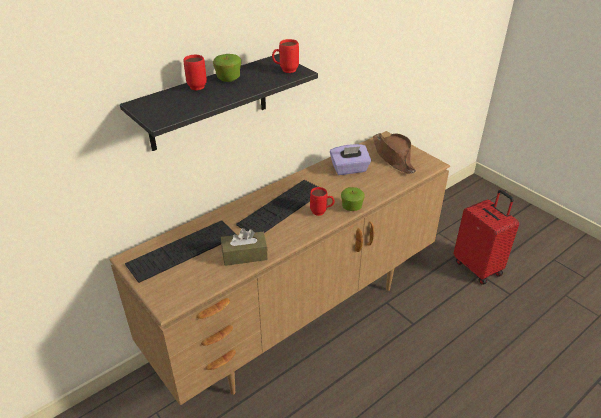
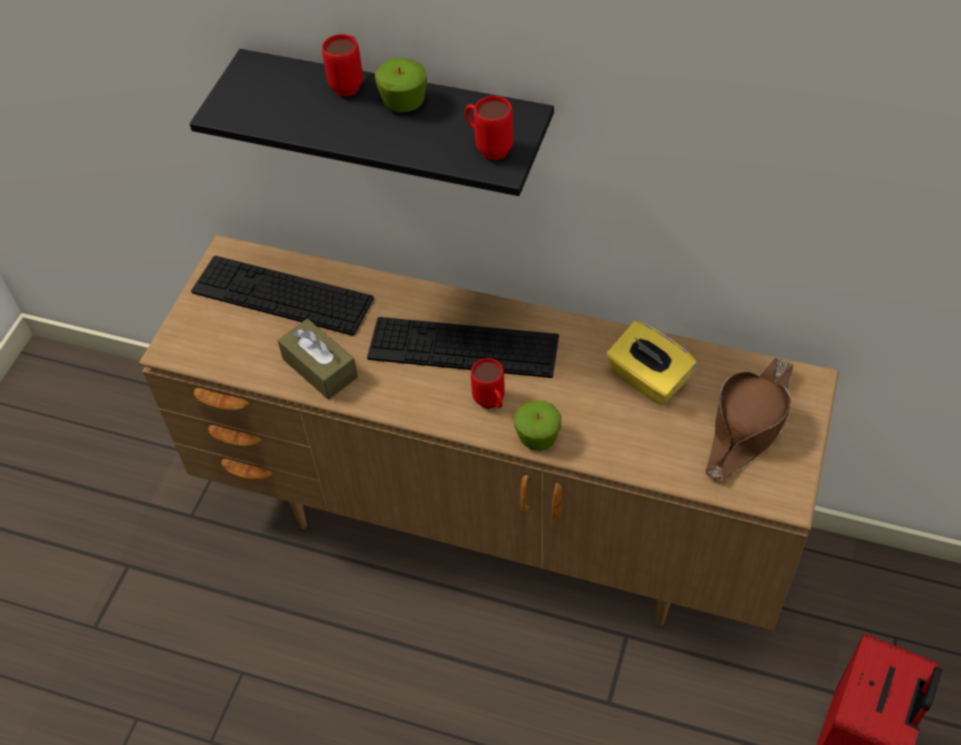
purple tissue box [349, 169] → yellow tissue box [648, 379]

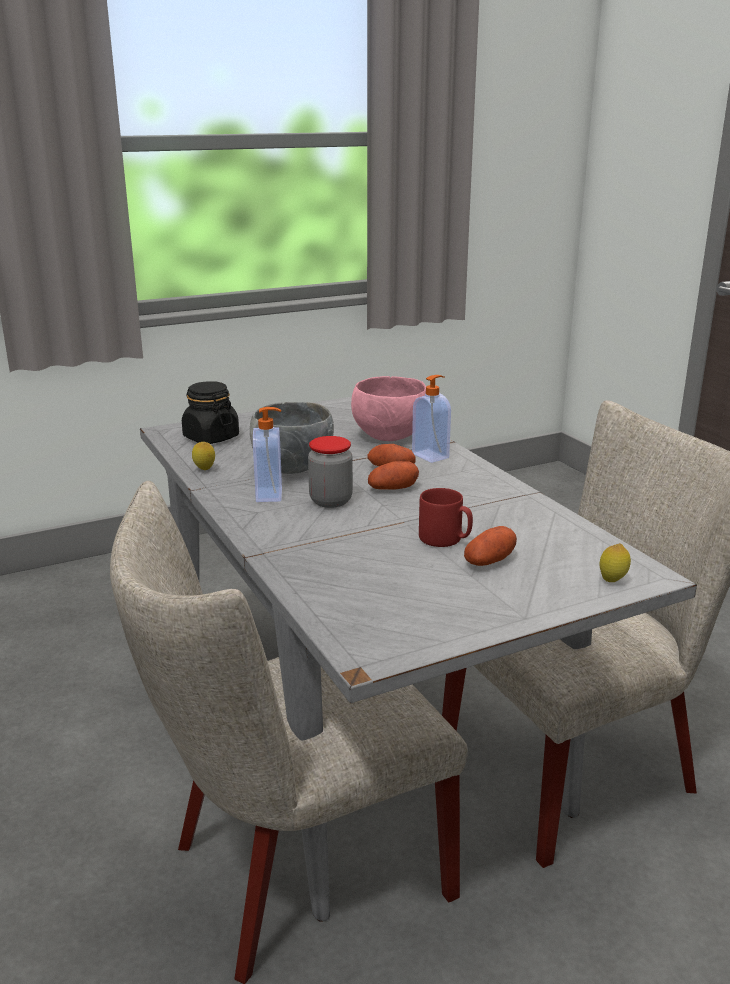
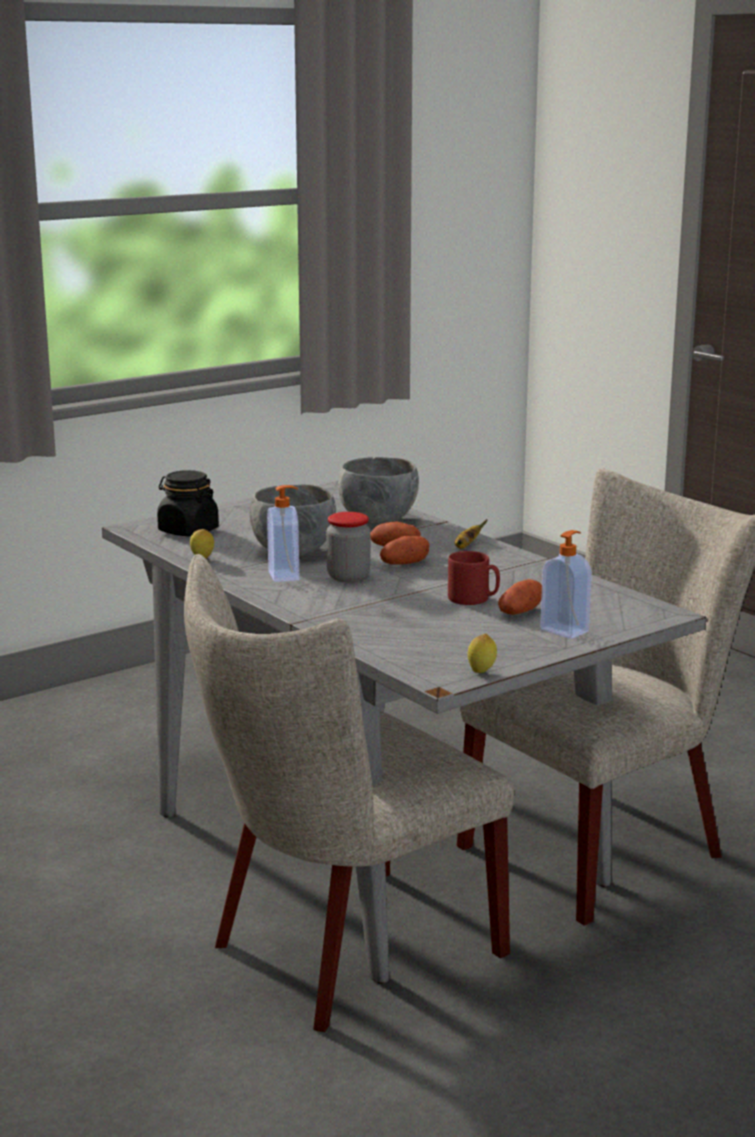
- → banana [466, 547]
soap dispenser [431, 456] → soap dispenser [565, 630], relocated
lemon [612, 581] → lemon [481, 672], relocated
pink bowl [388, 436] → grey bowl [377, 520]

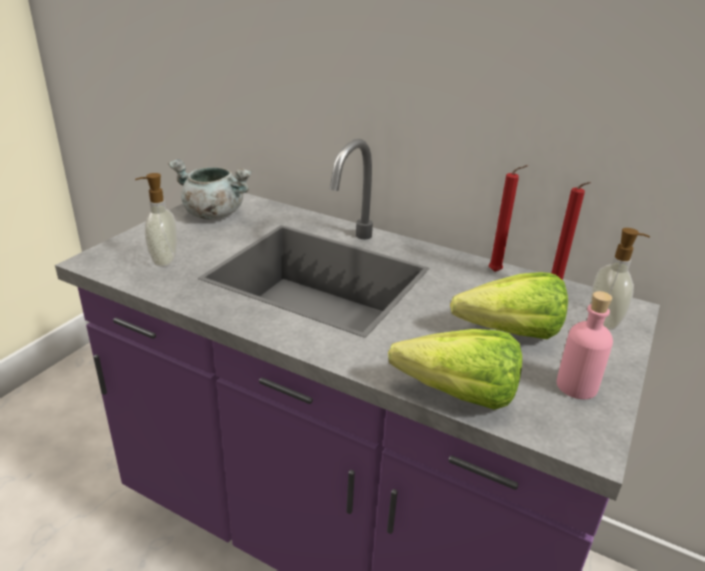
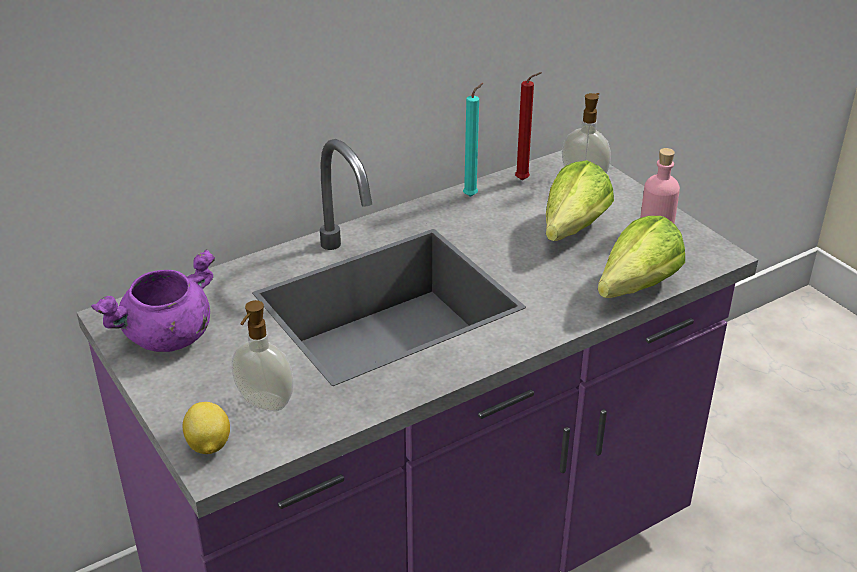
- → lemon [208, 446]
grey cooking pot [212, 214] → purple cooking pot [167, 337]
red candle [497, 272] → turquoise candle [472, 195]

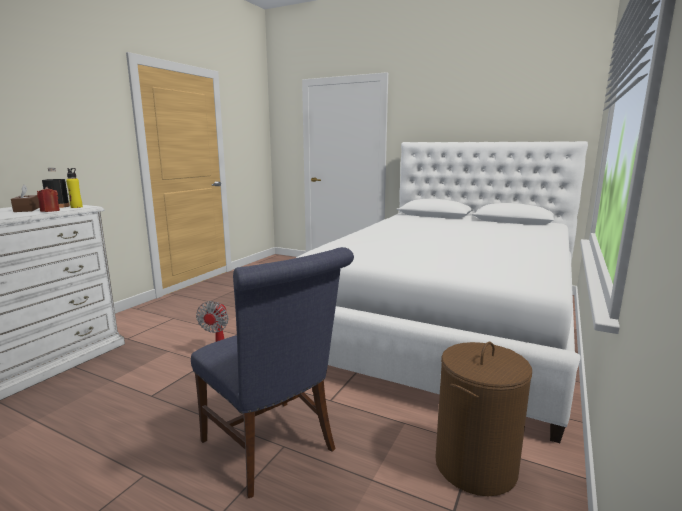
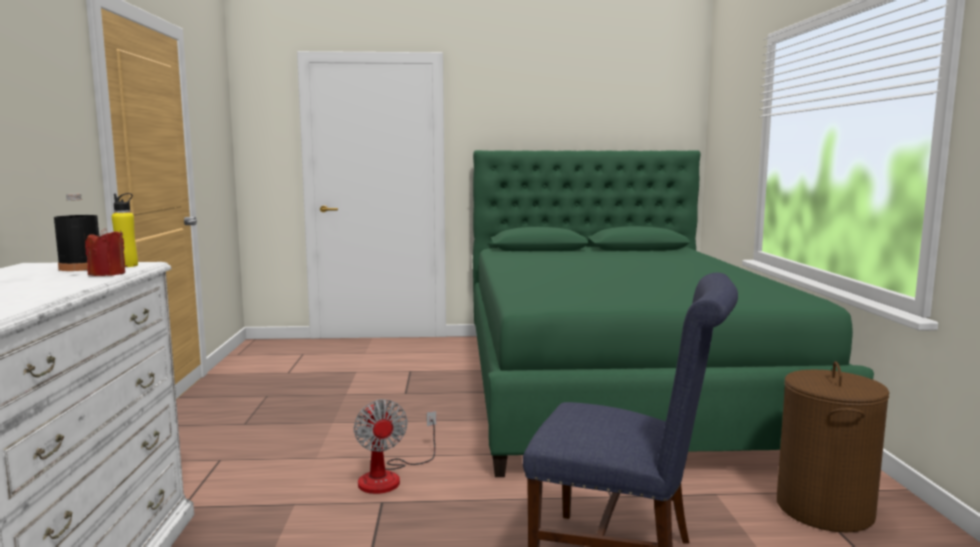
brown tissue box [27, 209] → -
white bed [449, 323] → green bed [617, 385]

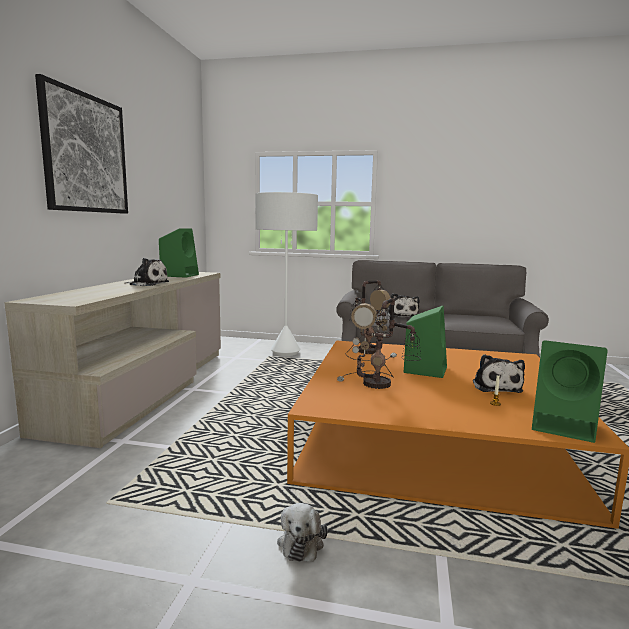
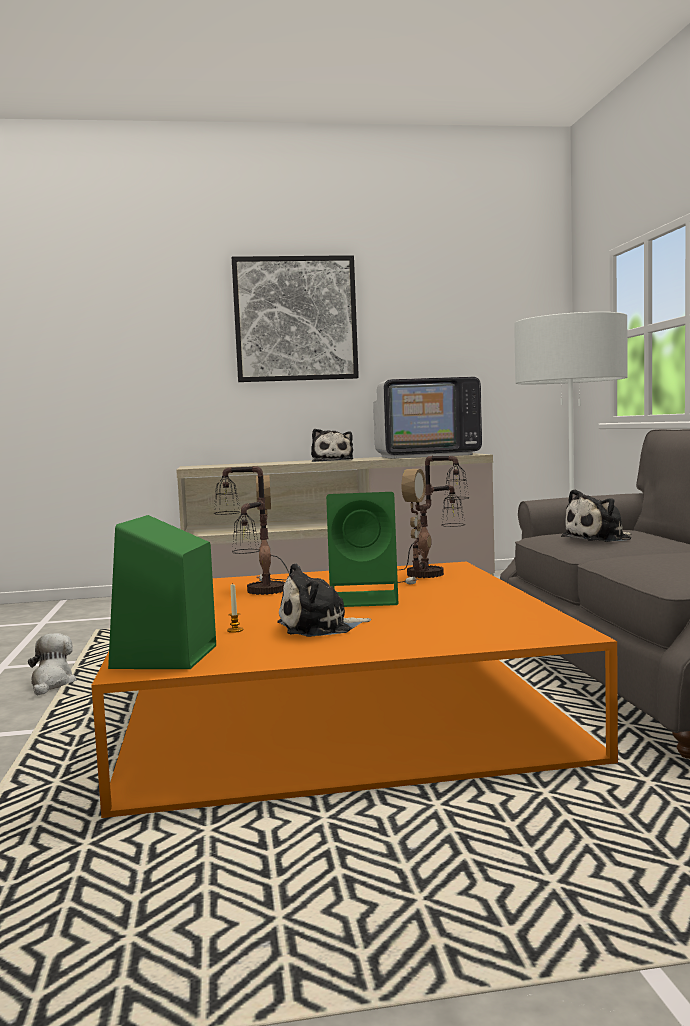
green speaker [180, 275] → television [427, 456]
plush toy [301, 542] → plush toy [52, 684], 105 degrees clockwise

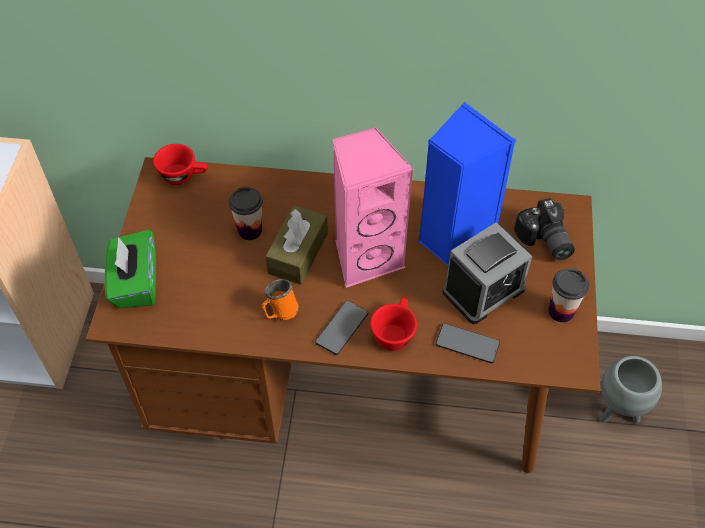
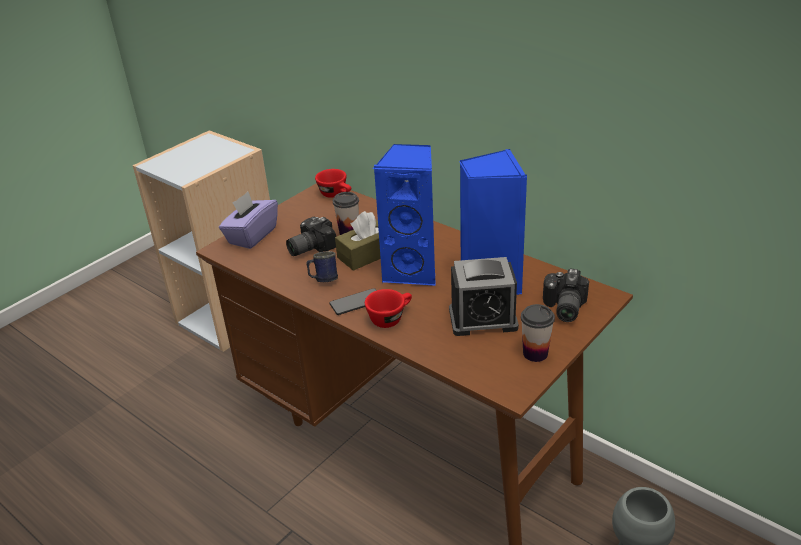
phone [467, 344] → -
- → photo camera [309, 247]
green tissue box [136, 283] → purple tissue box [252, 235]
orange mug [279, 312] → blue mug [323, 280]
pink speaker [365, 256] → blue speaker [413, 271]

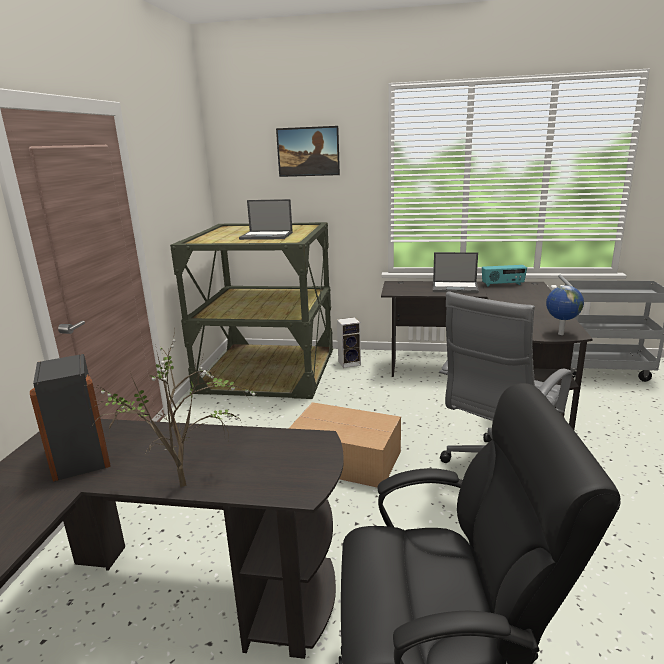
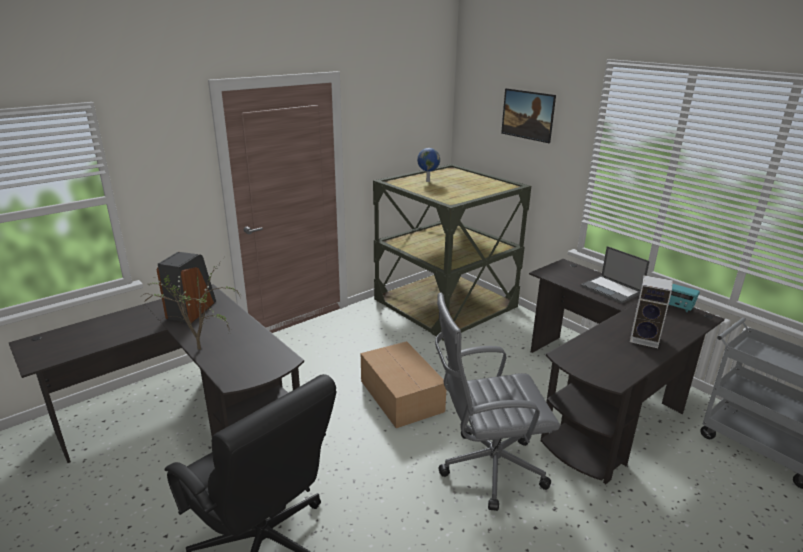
laptop [267, 236] → -
speaker [350, 363] → speaker [645, 339], relocated
globe [560, 334] → globe [427, 181], relocated

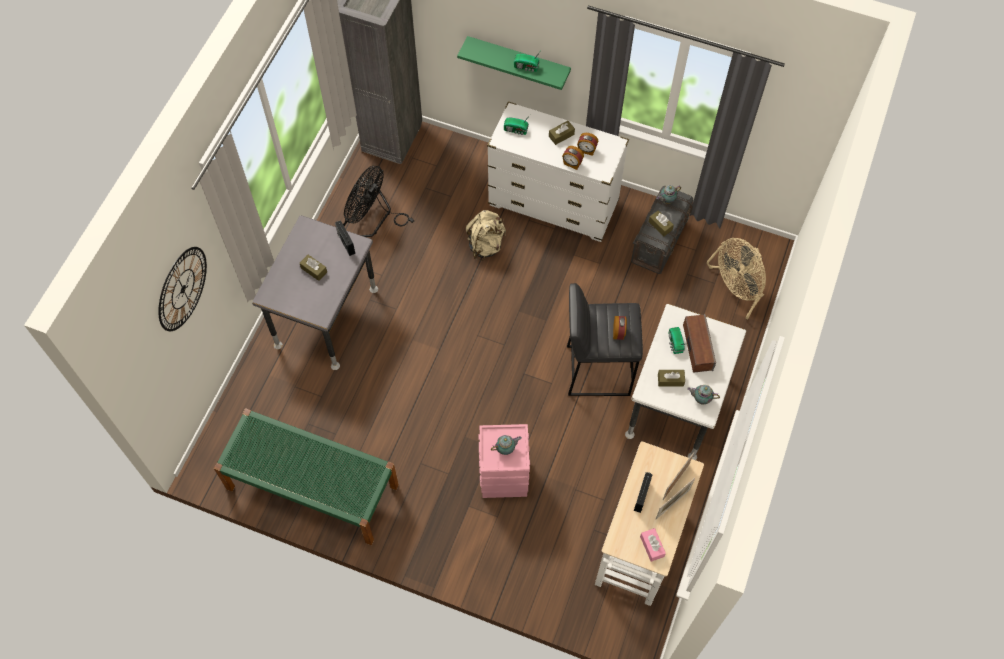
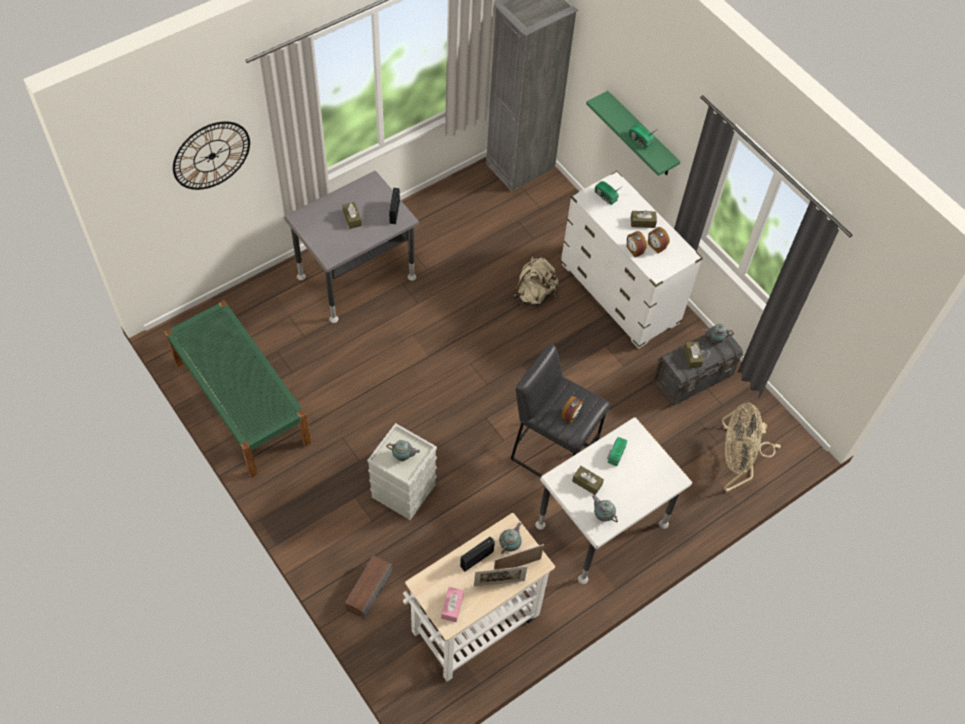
black fan [375, 217] → -
- → teapot [510, 545]
speaker [697, 347] → speaker [368, 590], relocated
pink storage box [503, 476] → grey storage box [402, 491]

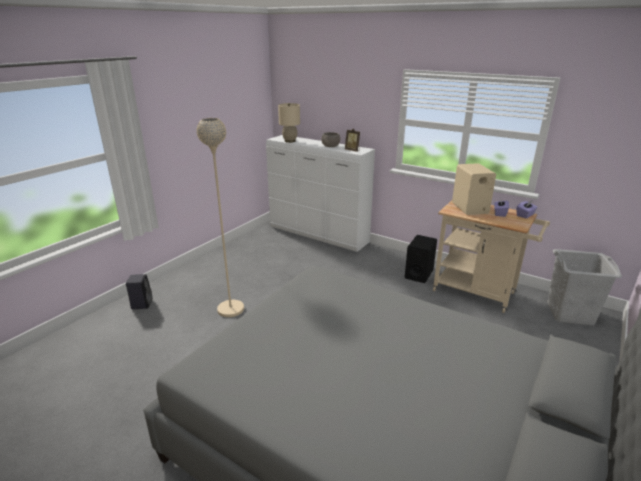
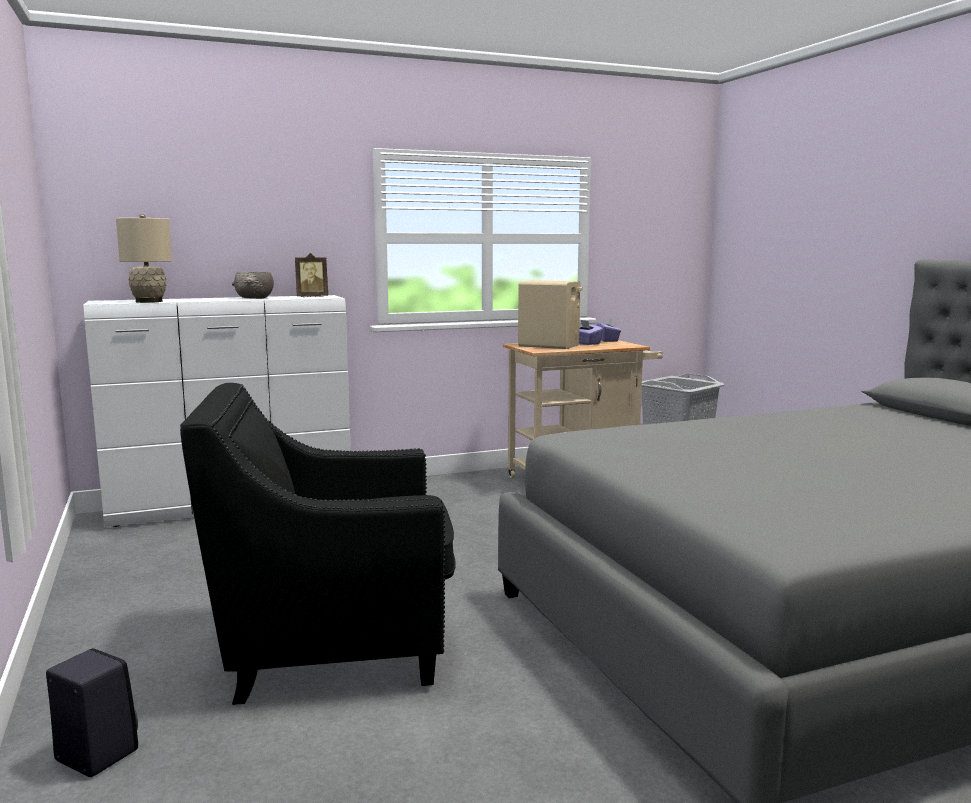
black speaker [419, 274] → -
beige floor lamp [230, 309] → black armchair [332, 644]

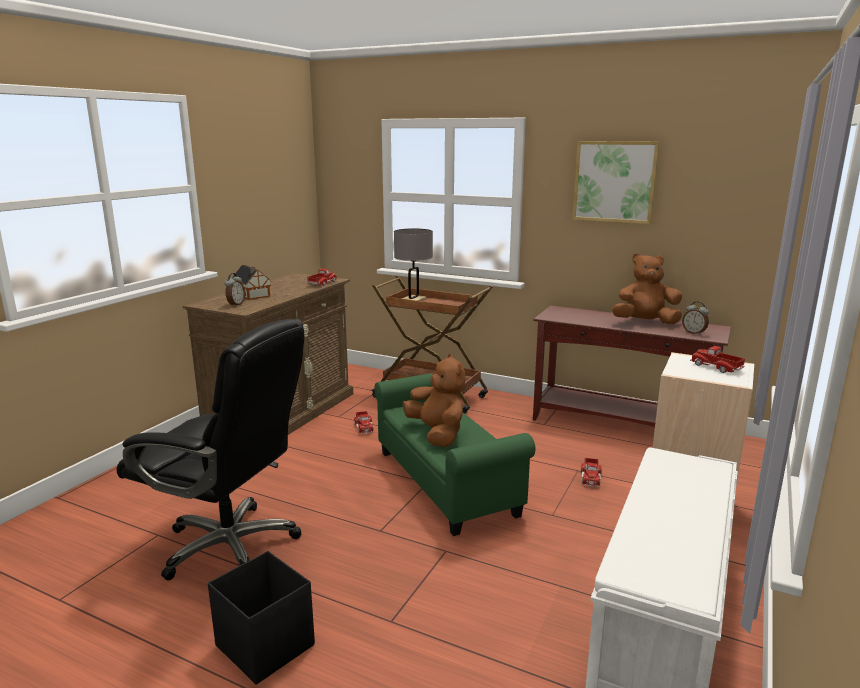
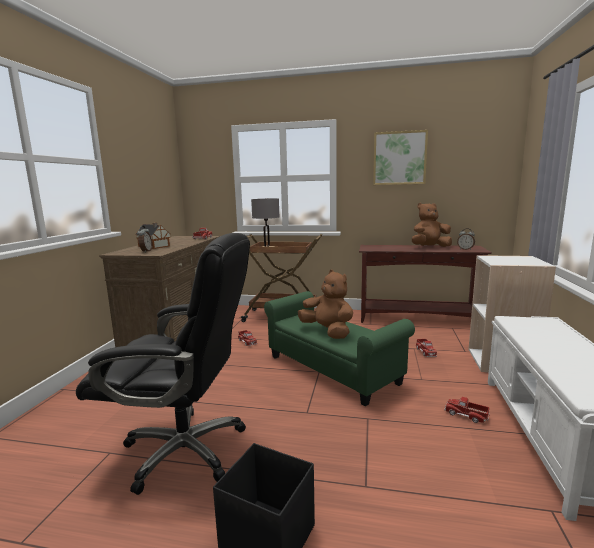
toy truck [716, 367] → toy truck [466, 415], relocated

